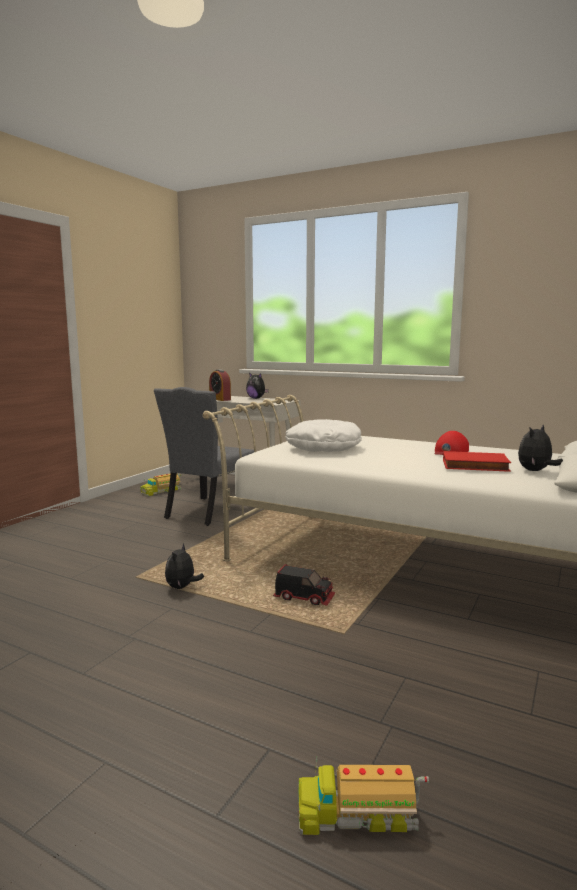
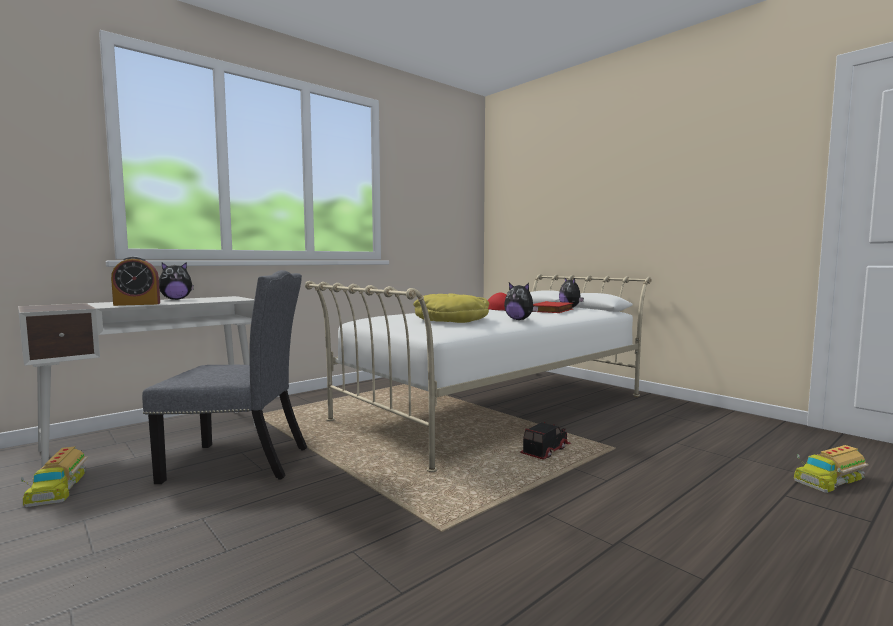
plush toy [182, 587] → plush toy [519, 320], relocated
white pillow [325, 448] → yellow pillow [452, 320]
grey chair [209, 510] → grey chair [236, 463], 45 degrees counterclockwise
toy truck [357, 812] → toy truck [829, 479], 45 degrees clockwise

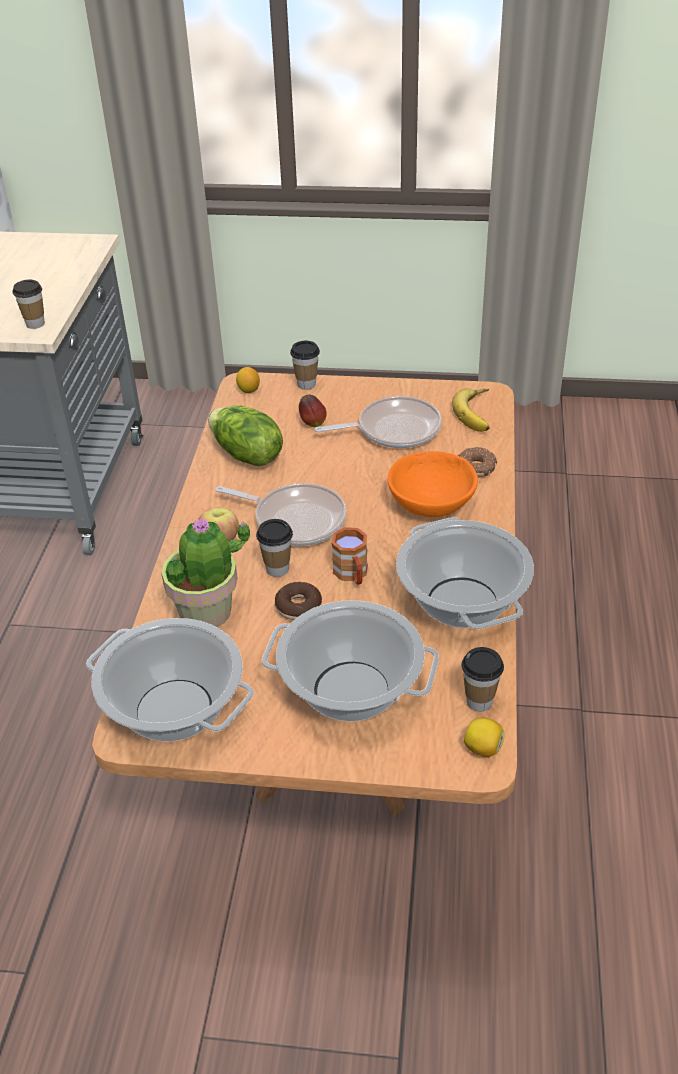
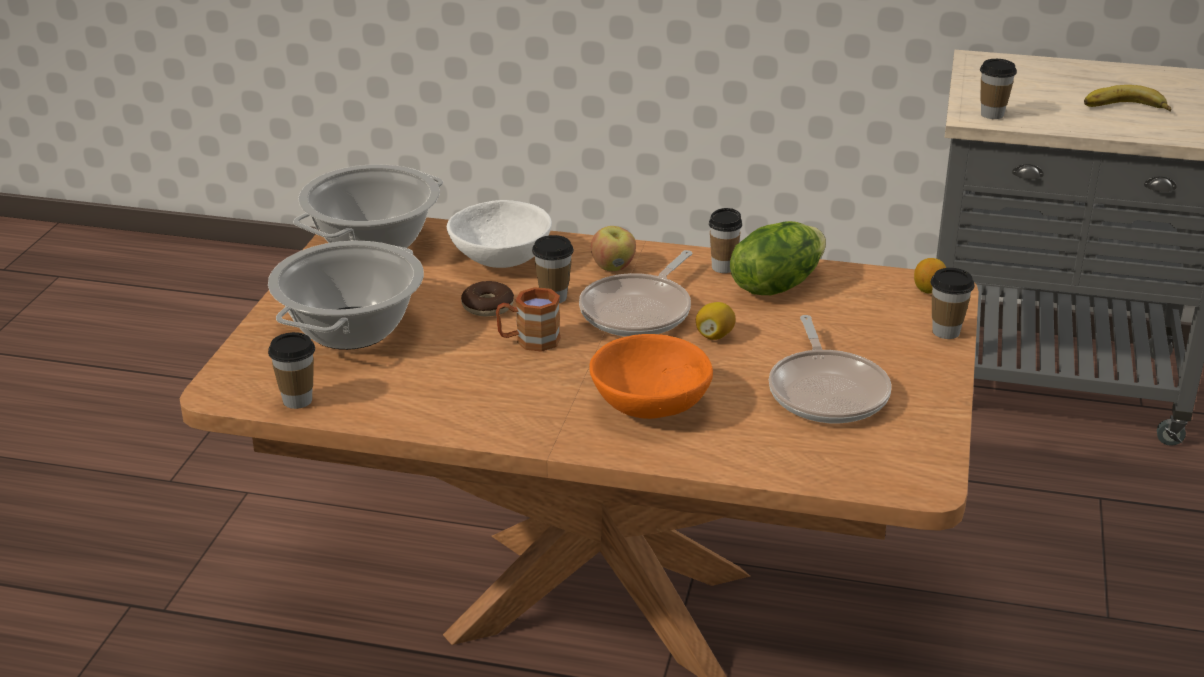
apple [312, 424] → -
cooking pot [461, 602] → -
donut [475, 467] → -
- → cup [723, 267]
banana [478, 413] → banana [1126, 109], relocated
lemon [483, 748] → lemon [714, 336], relocated
potted plant [206, 612] → white bowl [499, 258]

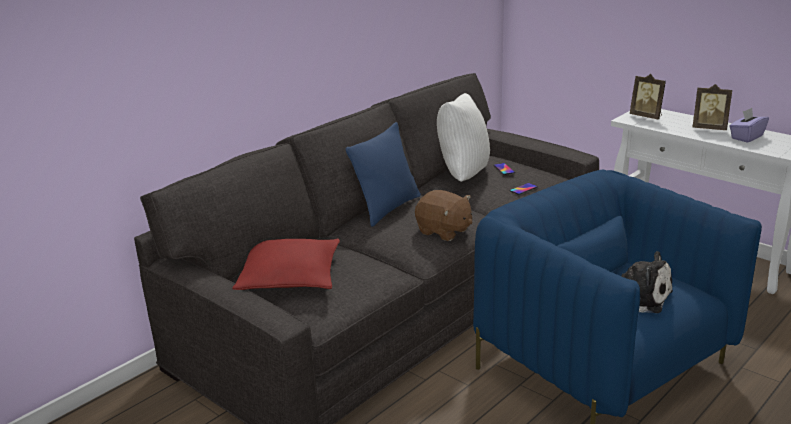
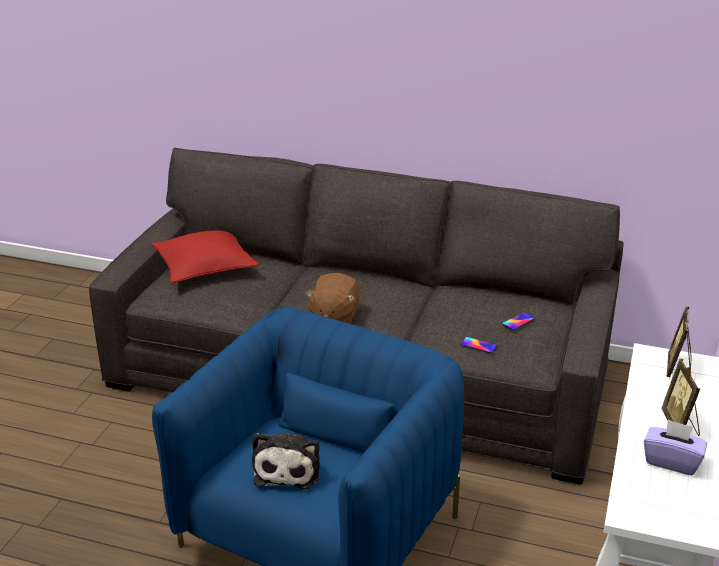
blue pillow [387, 208] → -
white pillow [462, 175] → -

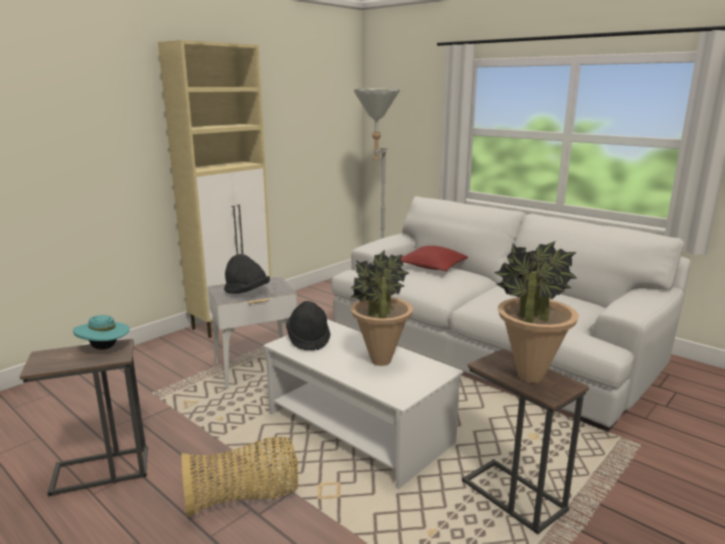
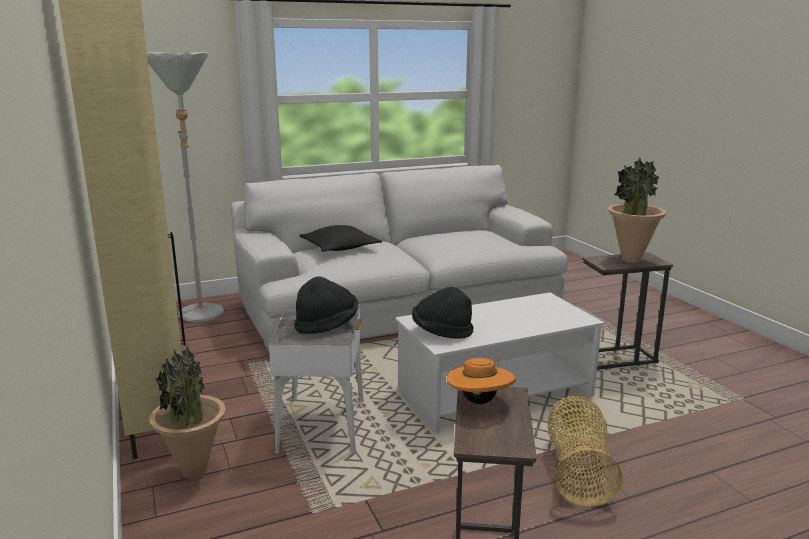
potted plant [380, 361] → potted plant [194, 472], relocated
turquoise hat [105, 348] → orange hat [479, 401]
red pillow [433, 266] → black pillow [340, 248]

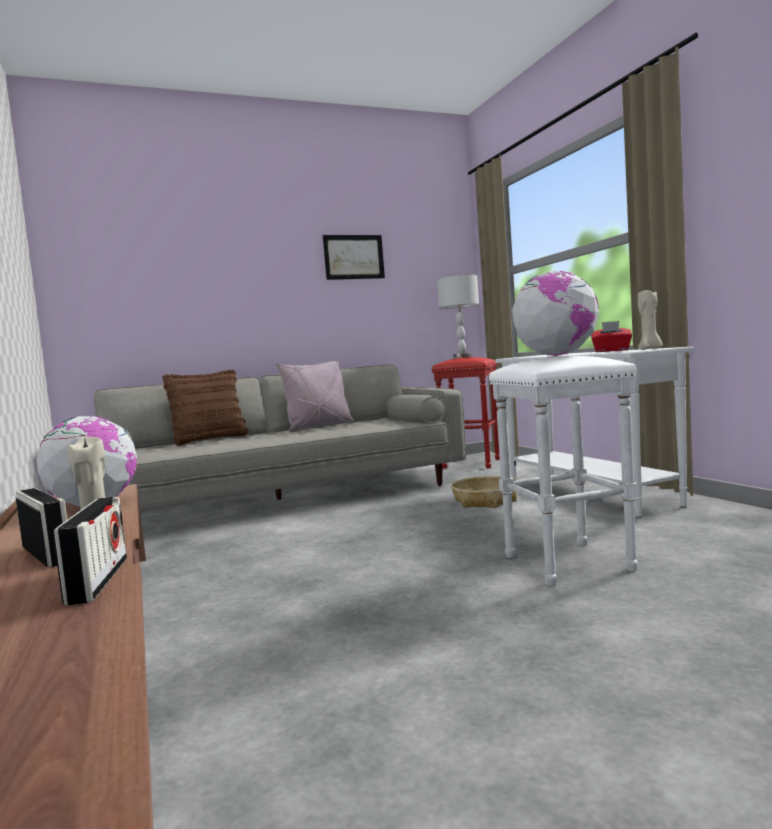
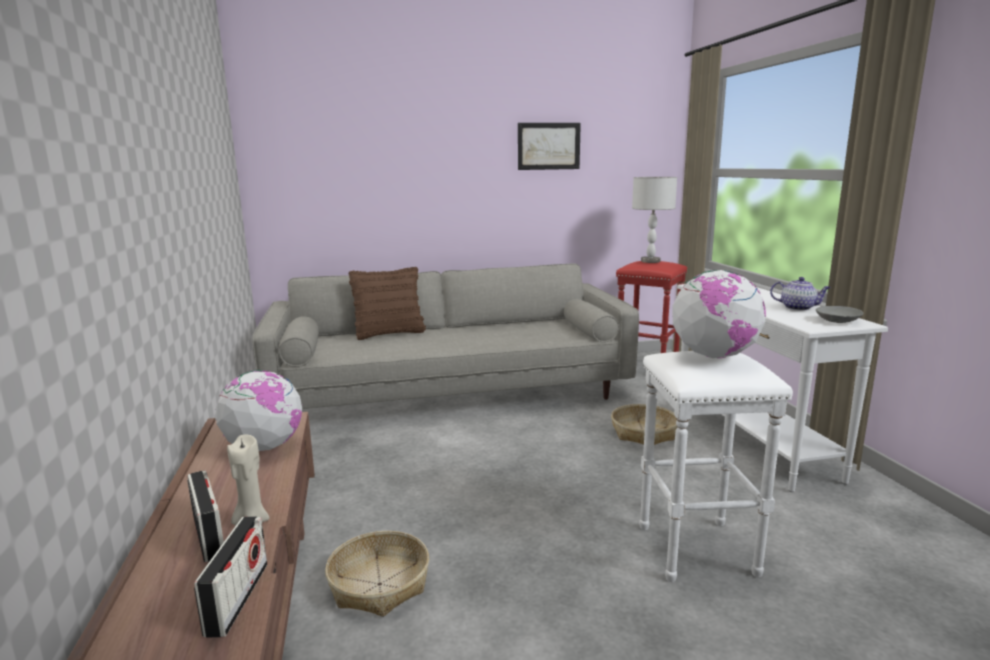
purple pillow [319, 427] → -
- → basket [379, 584]
red tissue box [611, 351] → teapot [798, 308]
beige candle [650, 349] → grey bowl [837, 321]

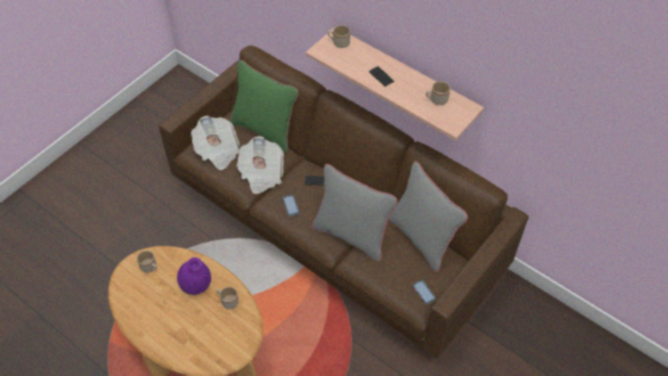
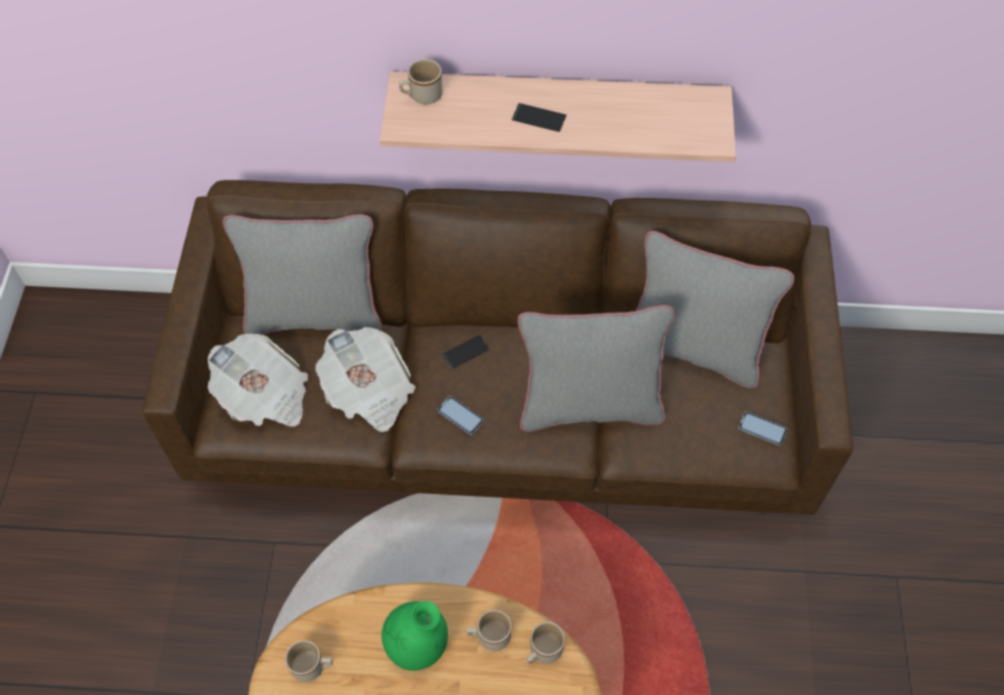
beige mug [436, 100] → beige mug [542, 652], relocated
purple vase [196, 286] → green vase [417, 646]
green pillow [265, 130] → grey pillow [315, 316]

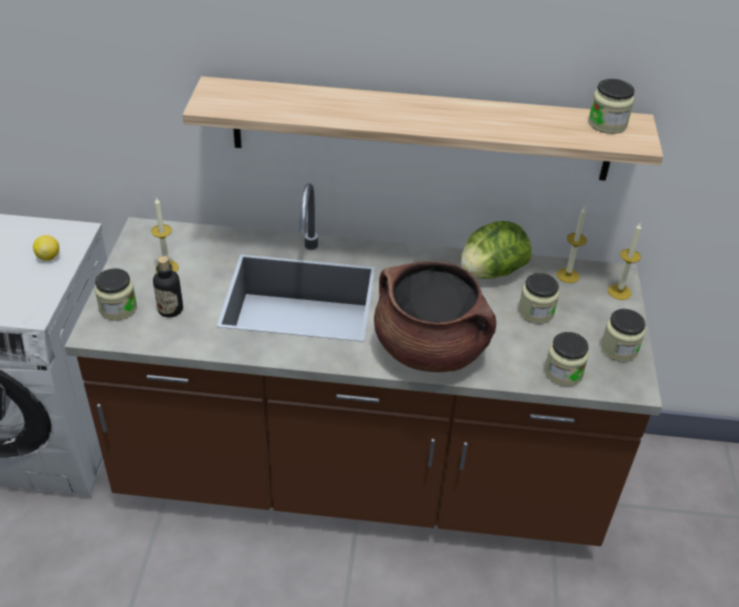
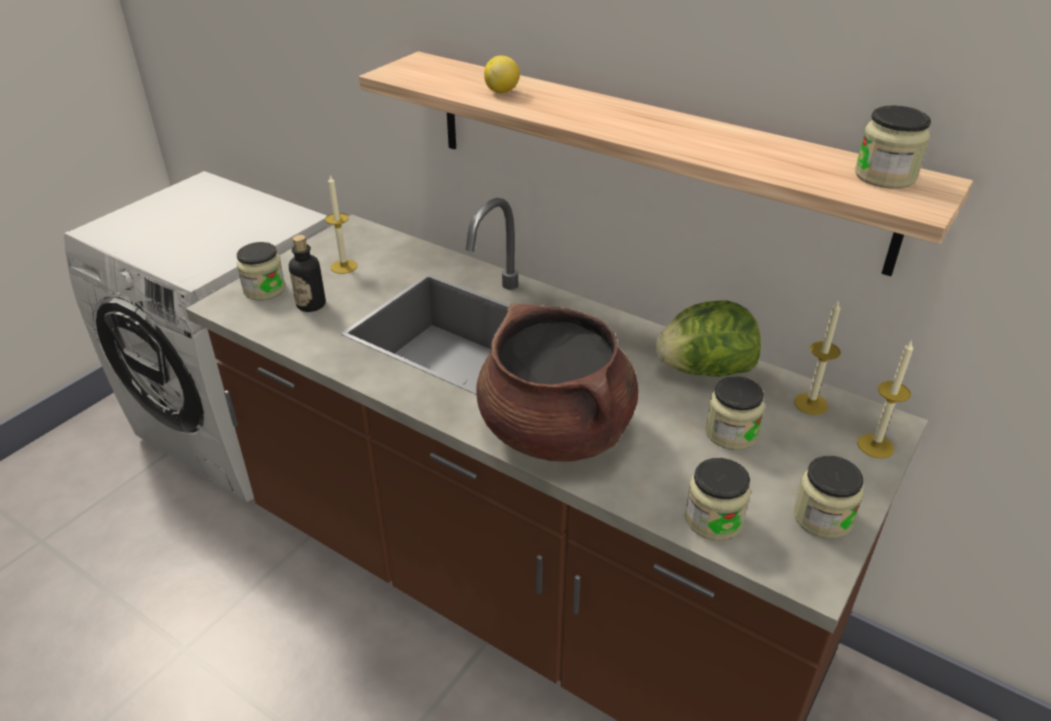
lemon [48, 257] → lemon [502, 91], relocated

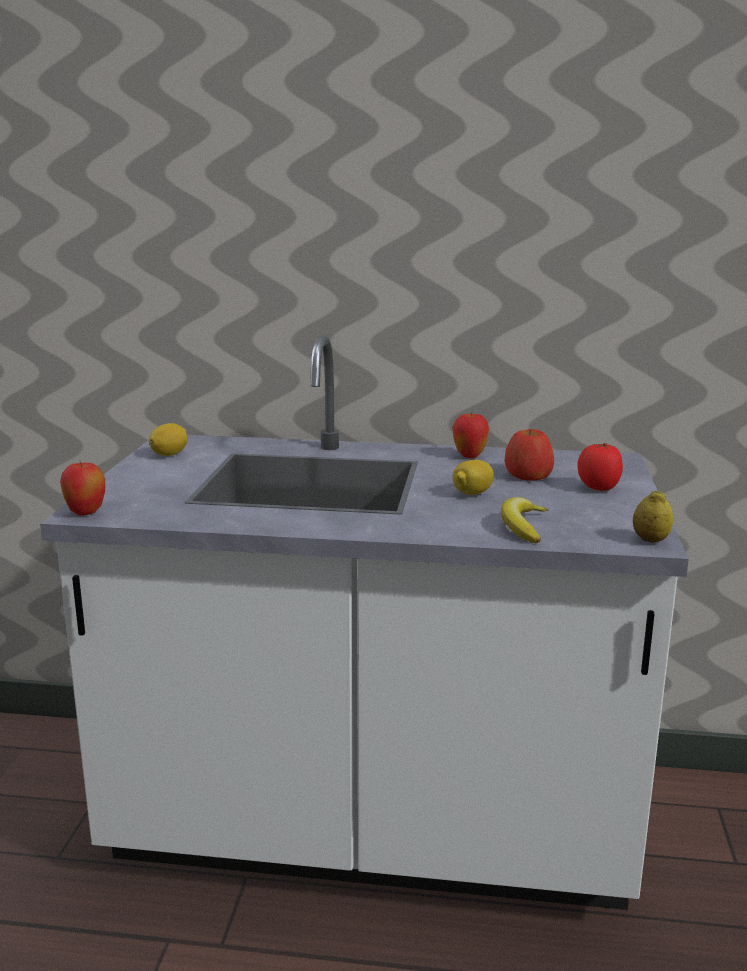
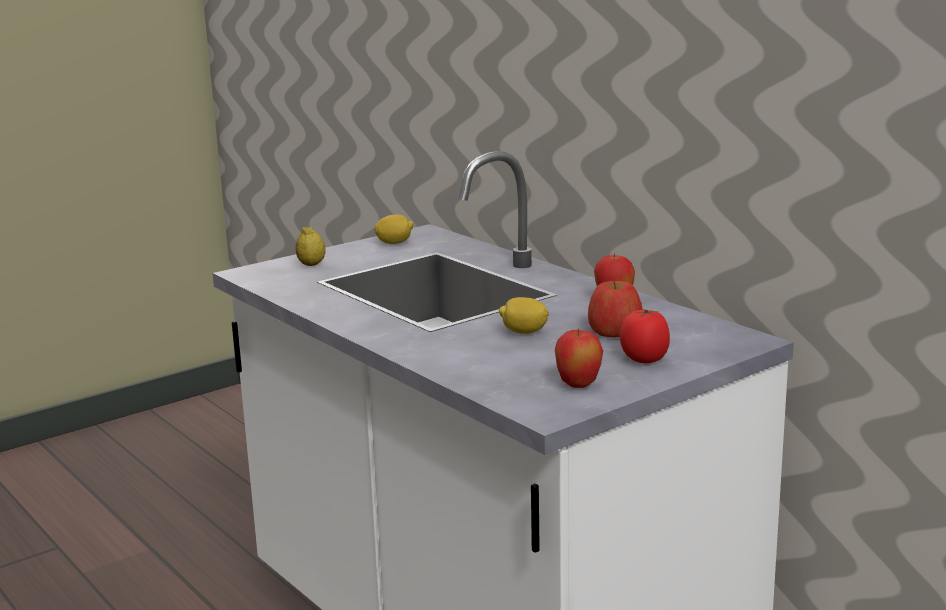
banana [523, 527] → -
apple [86, 513] → apple [578, 385], relocated
lemon [650, 540] → lemon [311, 265], relocated

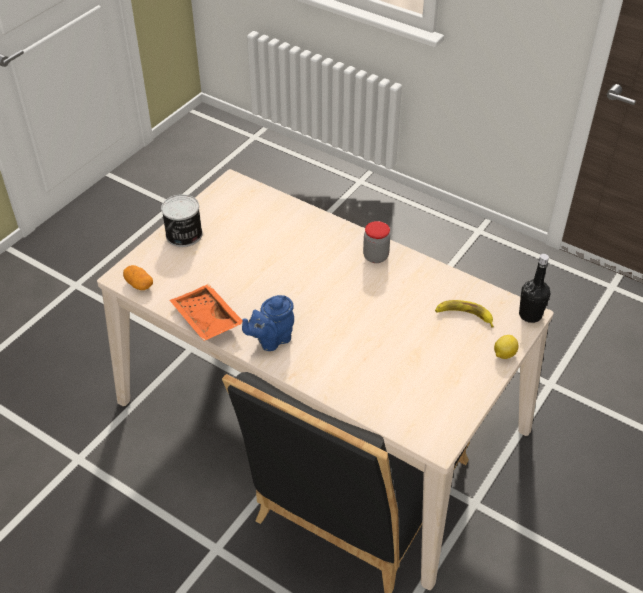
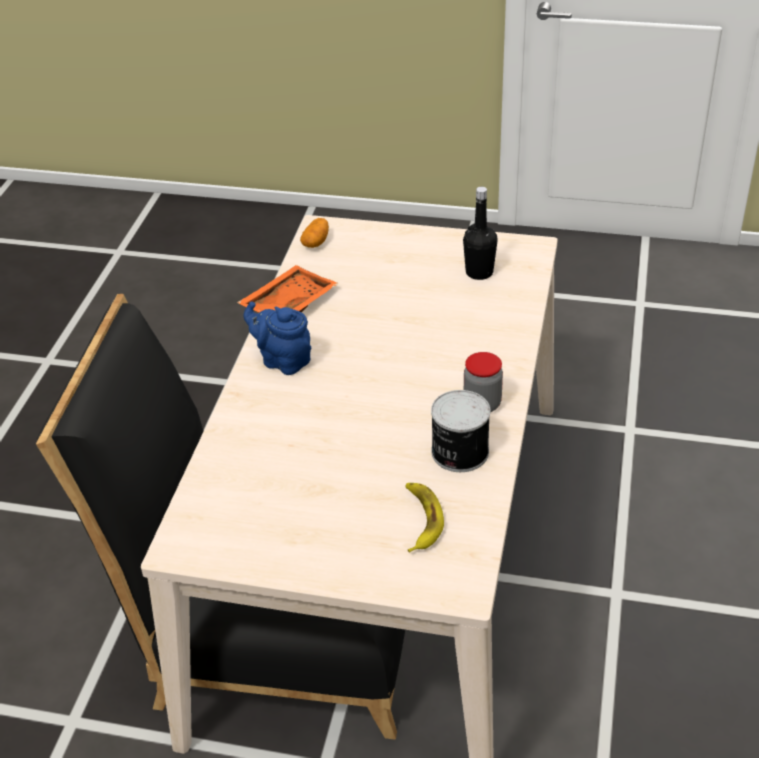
lemon [504, 354] → -
can [184, 235] → can [458, 452], relocated
black bottle [530, 315] → black bottle [479, 272], relocated

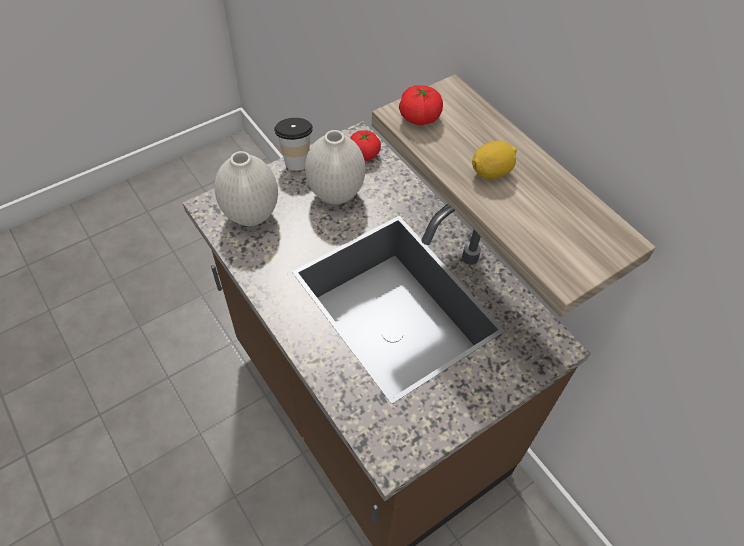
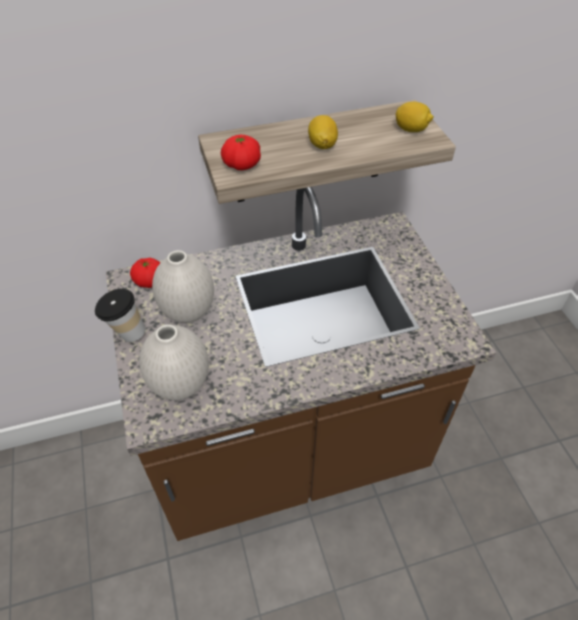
- → lemon [411, 129]

